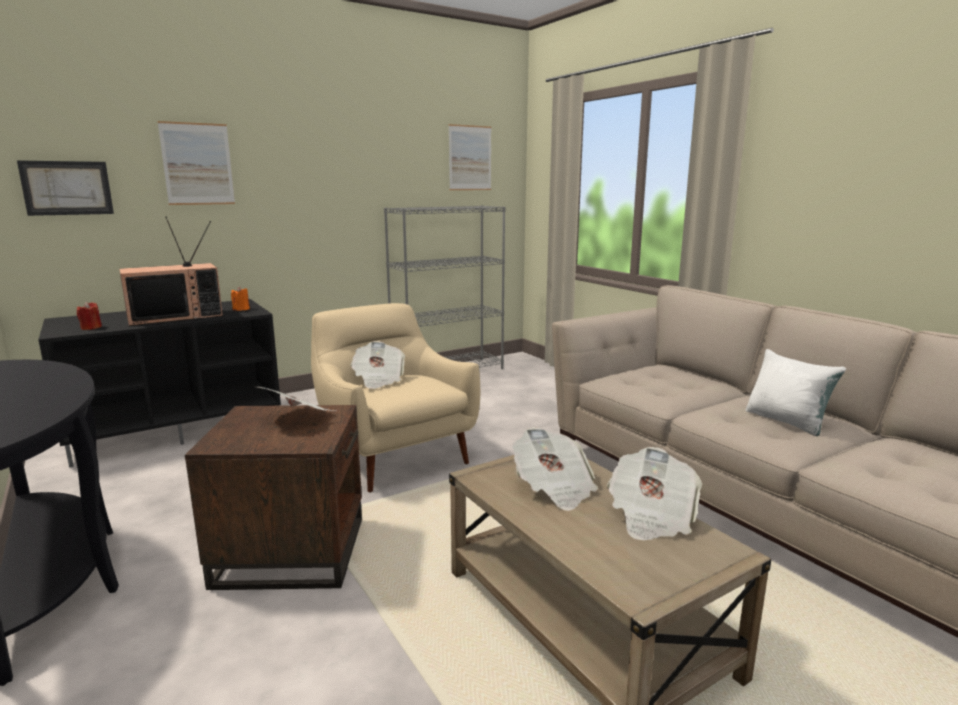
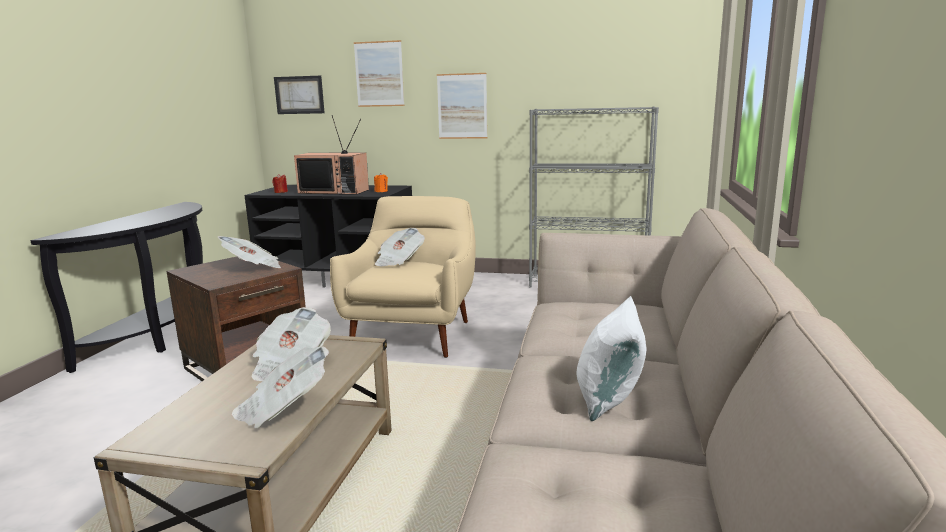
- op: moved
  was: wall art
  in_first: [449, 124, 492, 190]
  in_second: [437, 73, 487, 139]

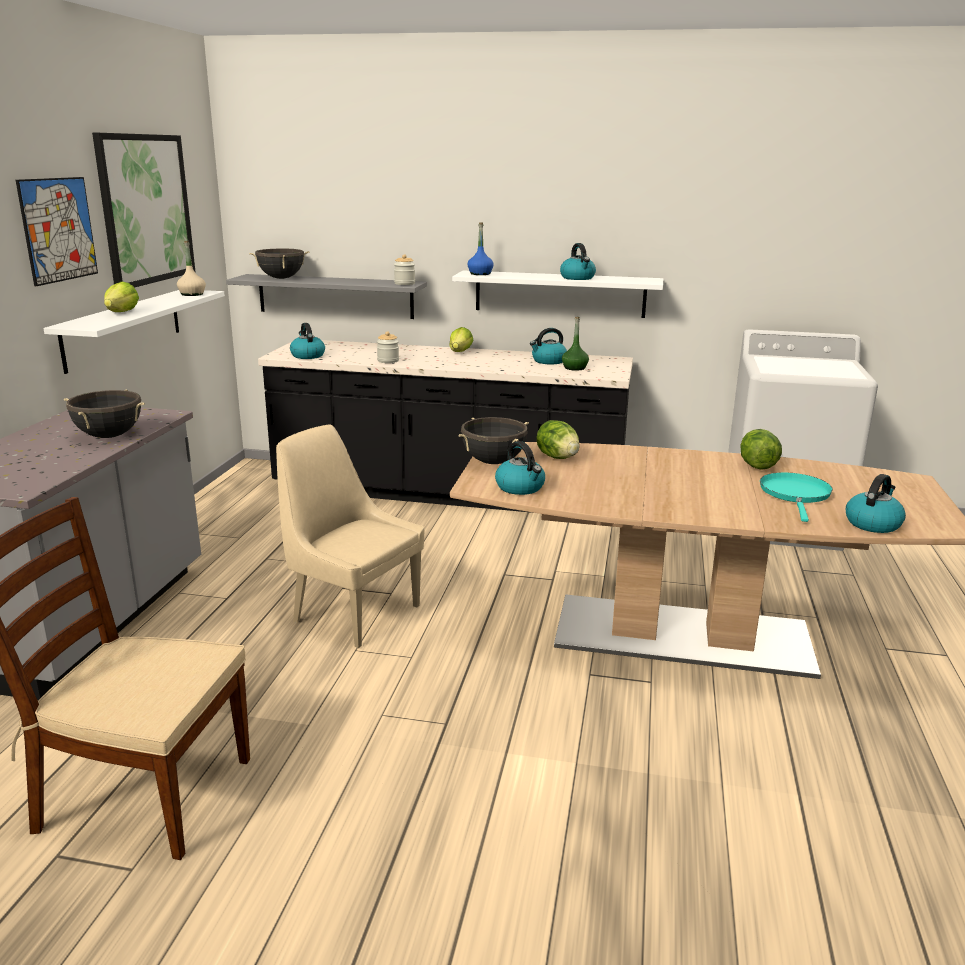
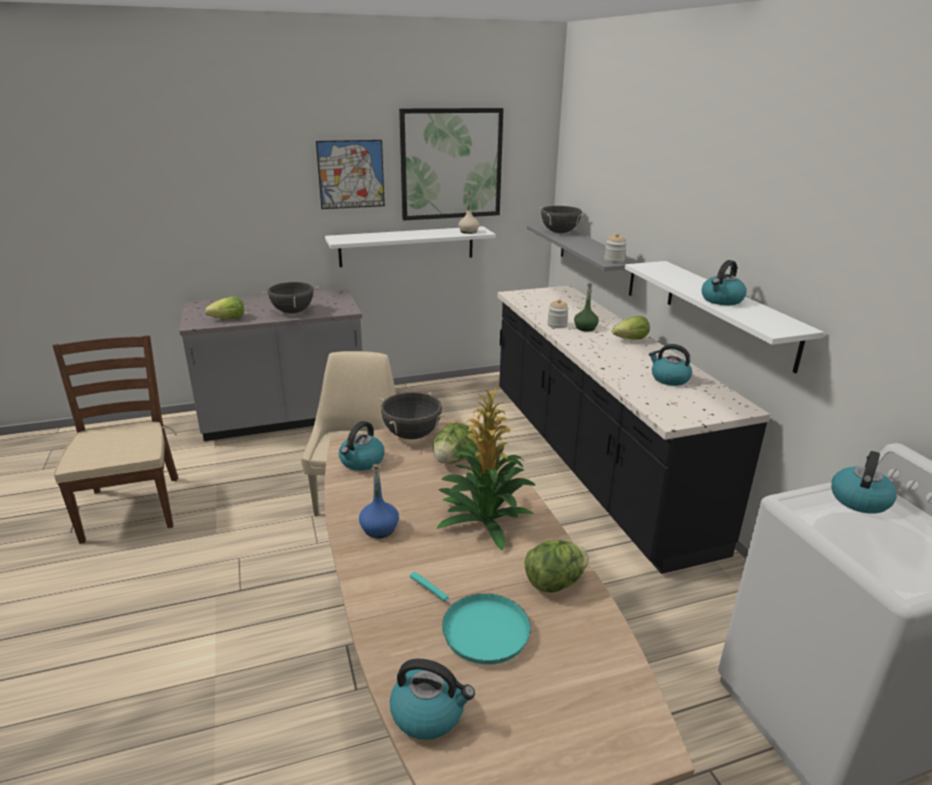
- op: moved
  was: lettuce head
  in_first: [104, 282, 139, 312]
  in_second: [205, 296, 244, 319]
- op: moved
  was: blue beverage bottle
  in_first: [467, 222, 494, 275]
  in_second: [359, 464, 399, 538]
- op: turned
  was: blue-green pan
  in_first: [760, 472, 833, 522]
  in_second: [410, 572, 531, 665]
  clockwise: 60
- op: added
  now: plant in a pot
  in_second: [436, 385, 535, 551]
- op: moved
  was: green-coloured beverage bottle
  in_first: [562, 317, 589, 371]
  in_second: [574, 283, 599, 331]
- op: moved
  was: tea kettle
  in_first: [290, 323, 325, 359]
  in_second: [831, 451, 897, 514]

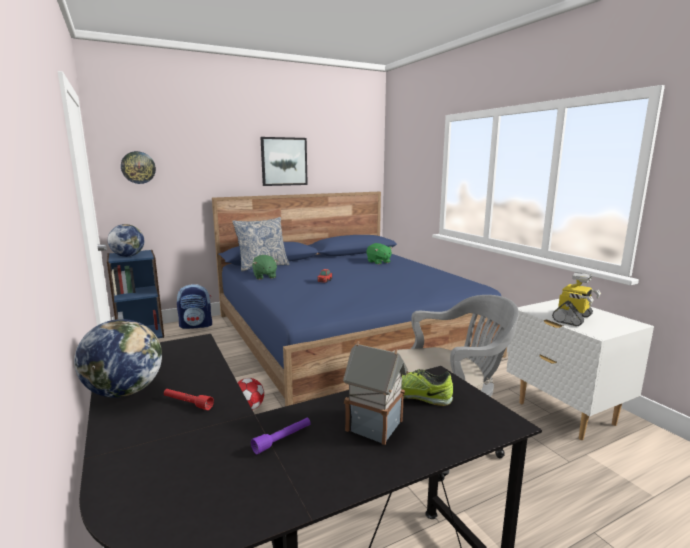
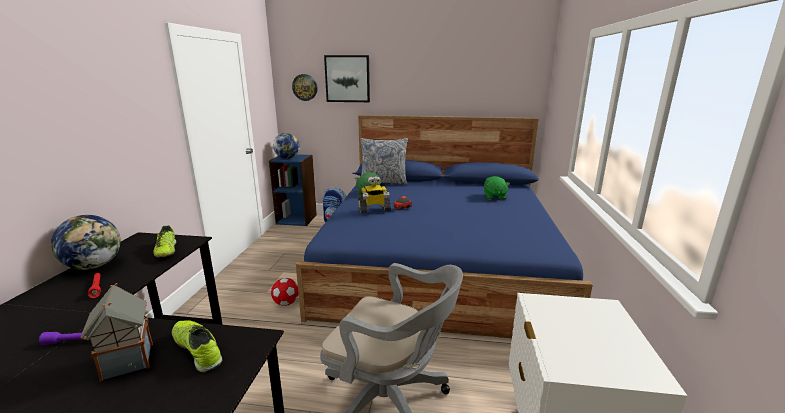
- op: added
  now: low shoe
  in_second: [153, 225, 176, 257]
- op: moved
  was: wall art
  in_first: [260, 137, 308, 186]
  in_second: [324, 55, 370, 102]
- op: moved
  was: model robot
  in_first: [552, 272, 601, 326]
  in_second: [358, 176, 391, 213]

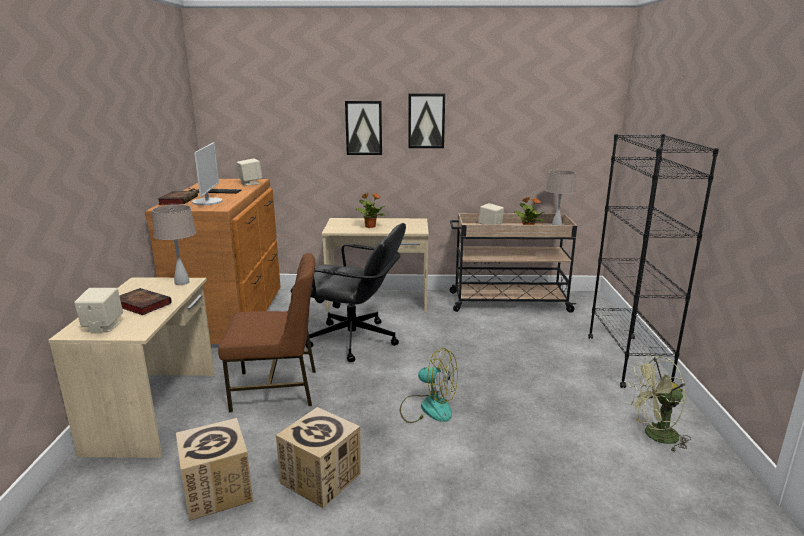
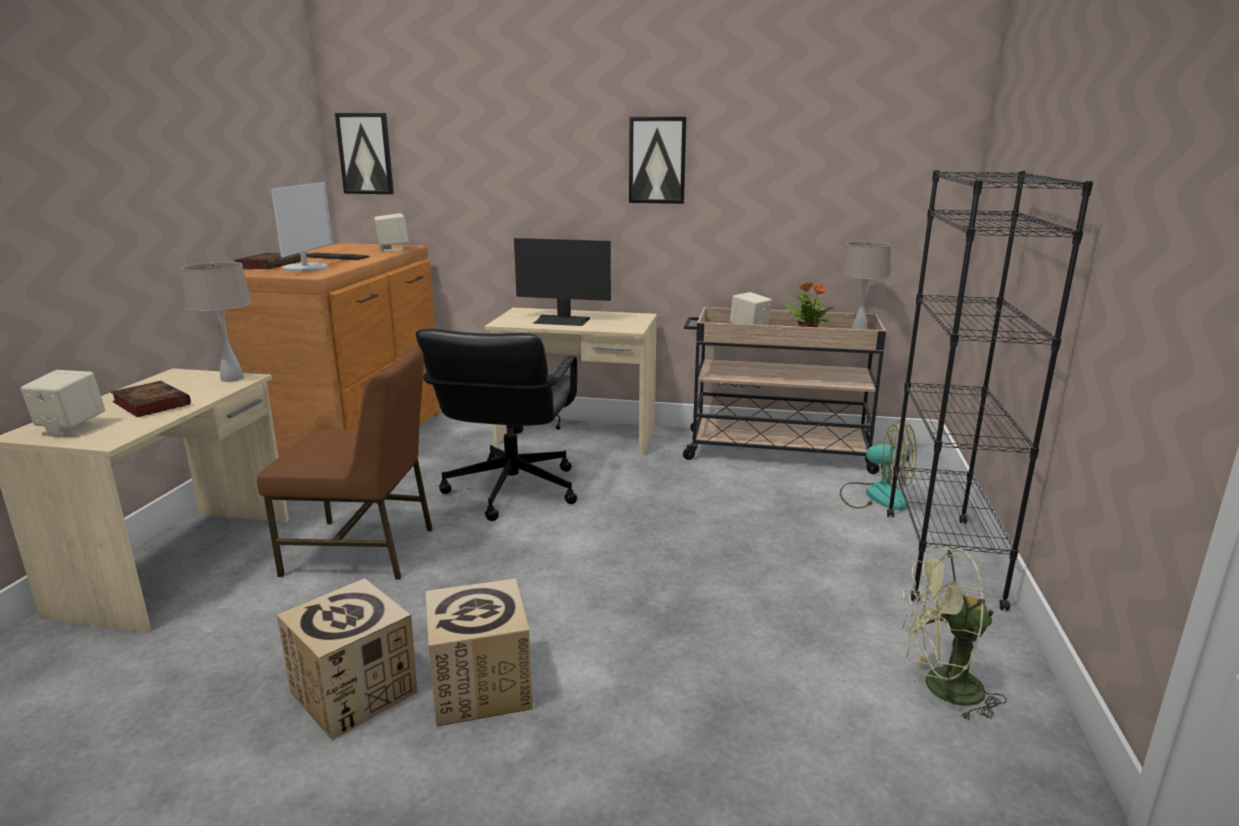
- op: moved
  was: wall art
  in_first: [345, 101, 382, 155]
  in_second: [335, 113, 394, 194]
- op: turned
  was: black office chair
  in_first: [291, 223, 406, 362]
  in_second: [416, 329, 577, 521]
  clockwise: 75
- op: moved
  was: cardboard box
  in_first: [176, 418, 253, 521]
  in_second: [426, 578, 533, 727]
- op: replaced
  was: plant in a pot
  now: monitor
  in_first: [355, 193, 385, 228]
  in_second: [514, 238, 611, 326]
- op: moved
  was: electric fan
  in_first: [400, 348, 458, 423]
  in_second: [840, 421, 916, 510]

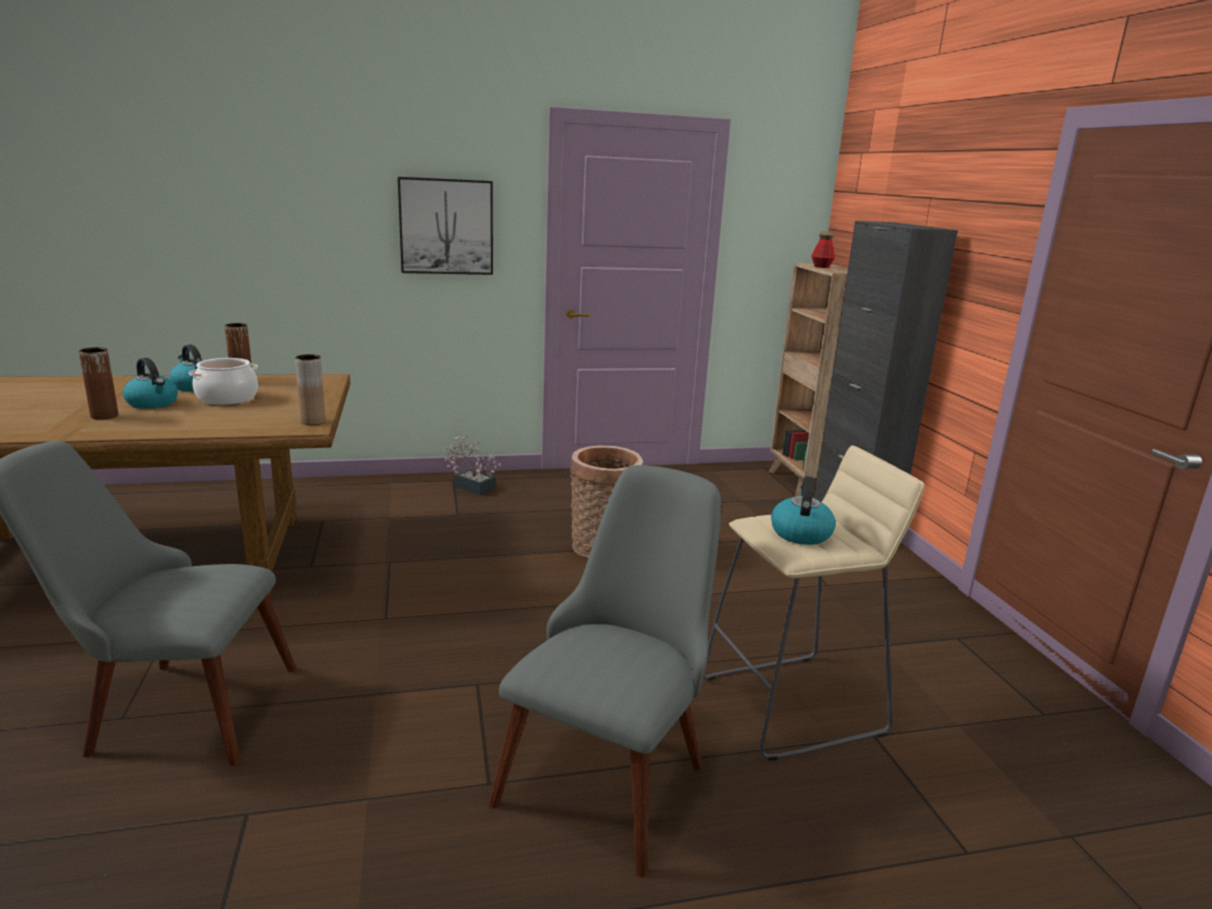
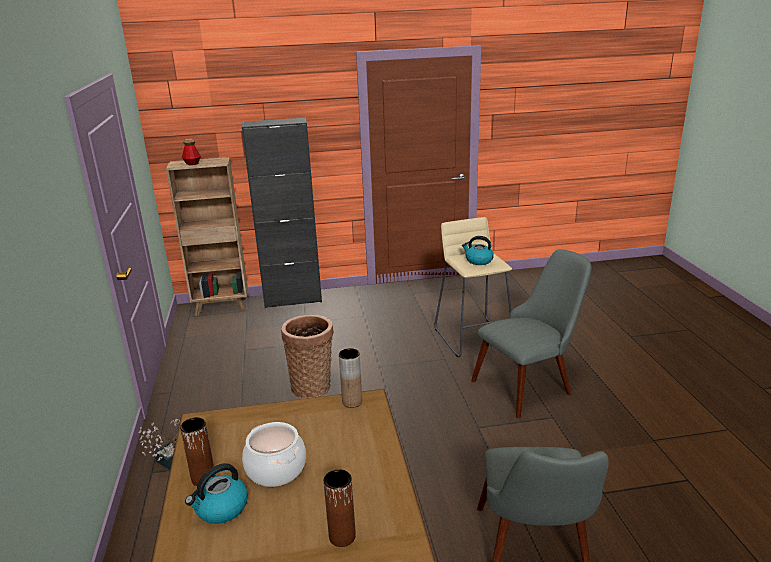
- op: turned
  was: greyish chair
  in_first: [488, 465, 721, 878]
  in_second: [471, 249, 592, 418]
  clockwise: 120
- op: removed
  was: tea kettle
  in_first: [123, 358, 178, 408]
- op: removed
  was: wall art
  in_first: [398, 177, 493, 275]

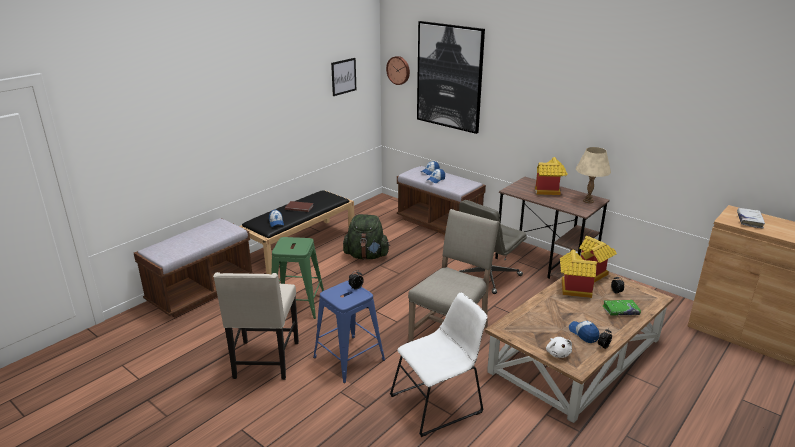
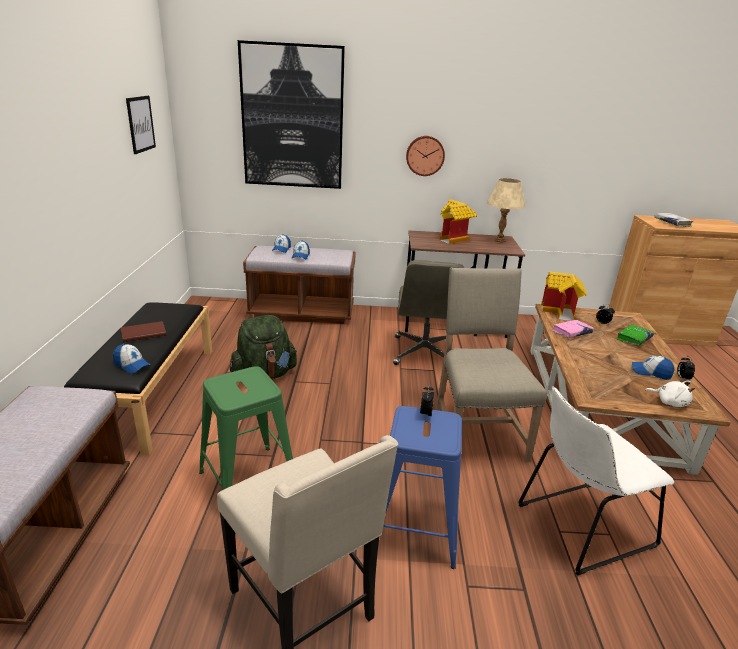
- op: moved
  was: hanging clock
  in_first: [386, 56, 410, 85]
  in_second: [406, 136, 445, 176]
- op: turned
  was: white chair
  in_first: [390, 293, 488, 437]
  in_second: [518, 387, 674, 576]
  clockwise: -135
- op: replaced
  was: toy house
  now: pinkish volume
  in_first: [560, 249, 597, 298]
  in_second: [552, 320, 594, 338]

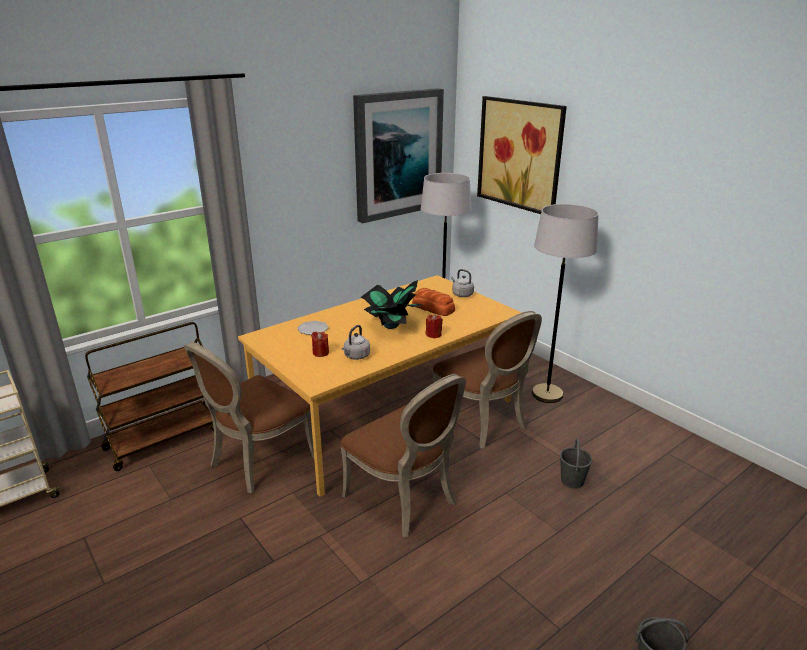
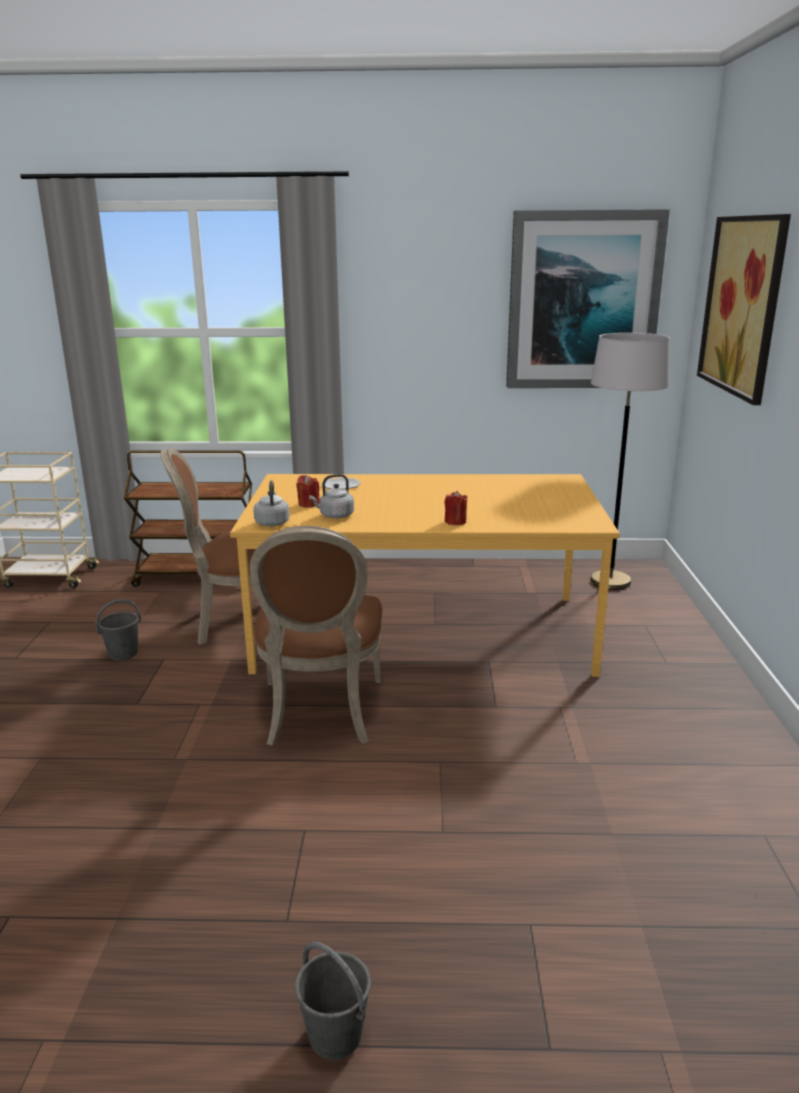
- op: moved
  was: greyish bucket
  in_first: [560, 439, 593, 489]
  in_second: [95, 599, 141, 660]
- op: moved
  was: greyish tea kettle
  in_first: [451, 269, 474, 297]
  in_second: [253, 480, 290, 526]
- op: removed
  was: plant in a pot
  in_first: [360, 280, 422, 329]
- op: removed
  was: bread
  in_first: [412, 288, 455, 316]
- op: removed
  was: brown-coloured chair
  in_first: [433, 311, 542, 449]
- op: removed
  was: greyish standing lamp
  in_first: [532, 204, 599, 403]

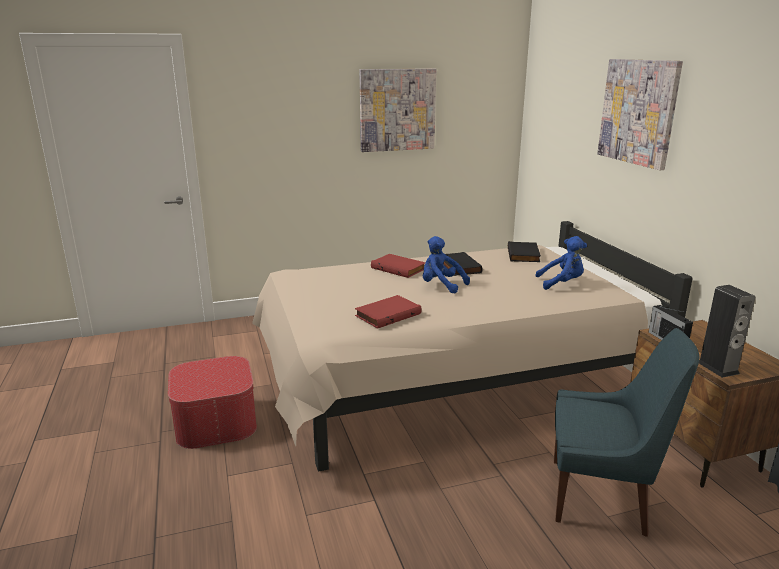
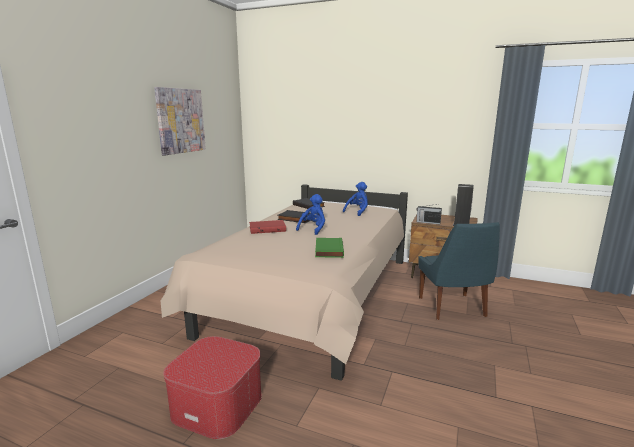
- op: turned
  was: blue cuddly toy
  in_first: [423, 236, 470, 293]
  in_second: [296, 194, 325, 235]
  clockwise: 135
- op: recoloured
  was: red-coloured volume
  now: green-coloured volume
  in_first: [355, 295, 421, 329]
  in_second: [315, 238, 344, 258]
- op: turned
  was: blue chair
  in_first: [554, 328, 699, 537]
  in_second: [418, 222, 500, 320]
  clockwise: 120
- op: removed
  was: wall art
  in_first: [597, 59, 683, 170]

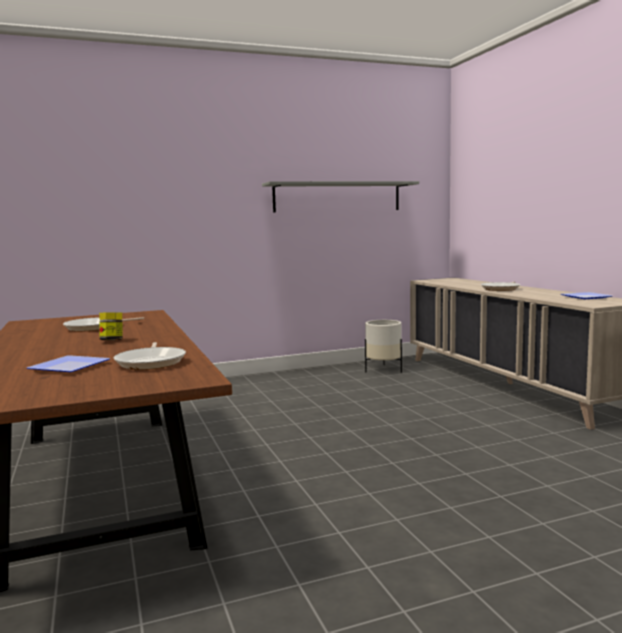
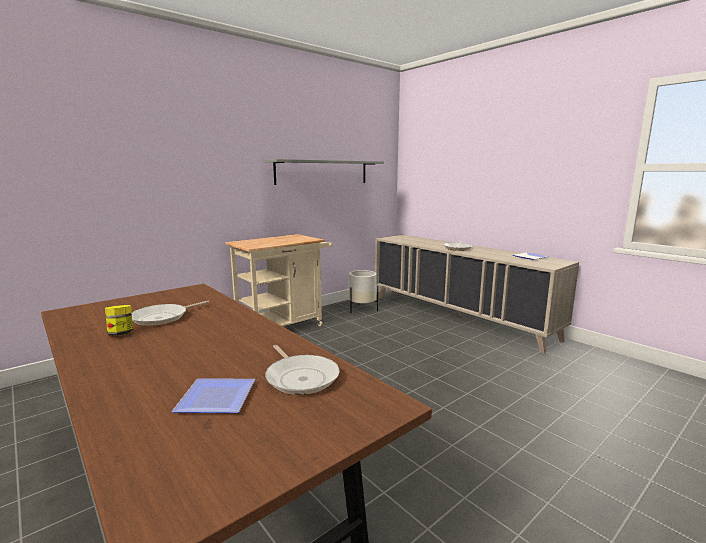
- op: moved
  was: storage jar
  in_first: [99, 312, 123, 340]
  in_second: [105, 305, 133, 336]
- op: added
  now: beige trolley
  in_second: [225, 234, 332, 326]

